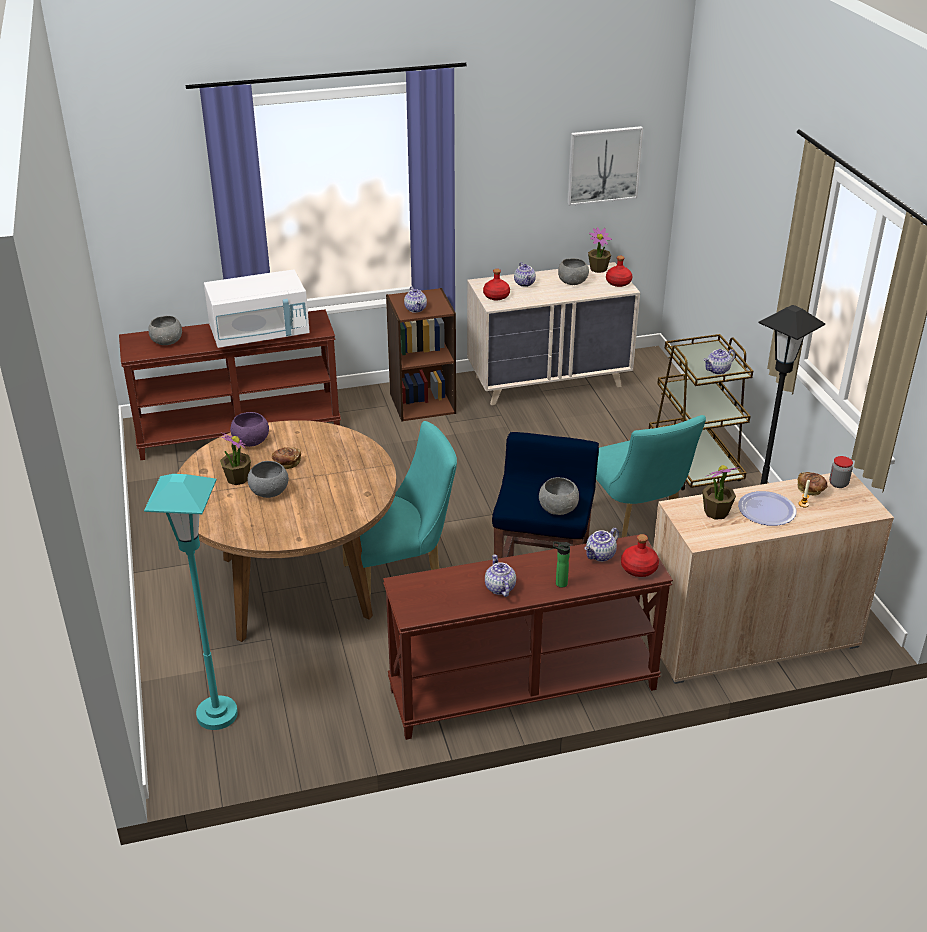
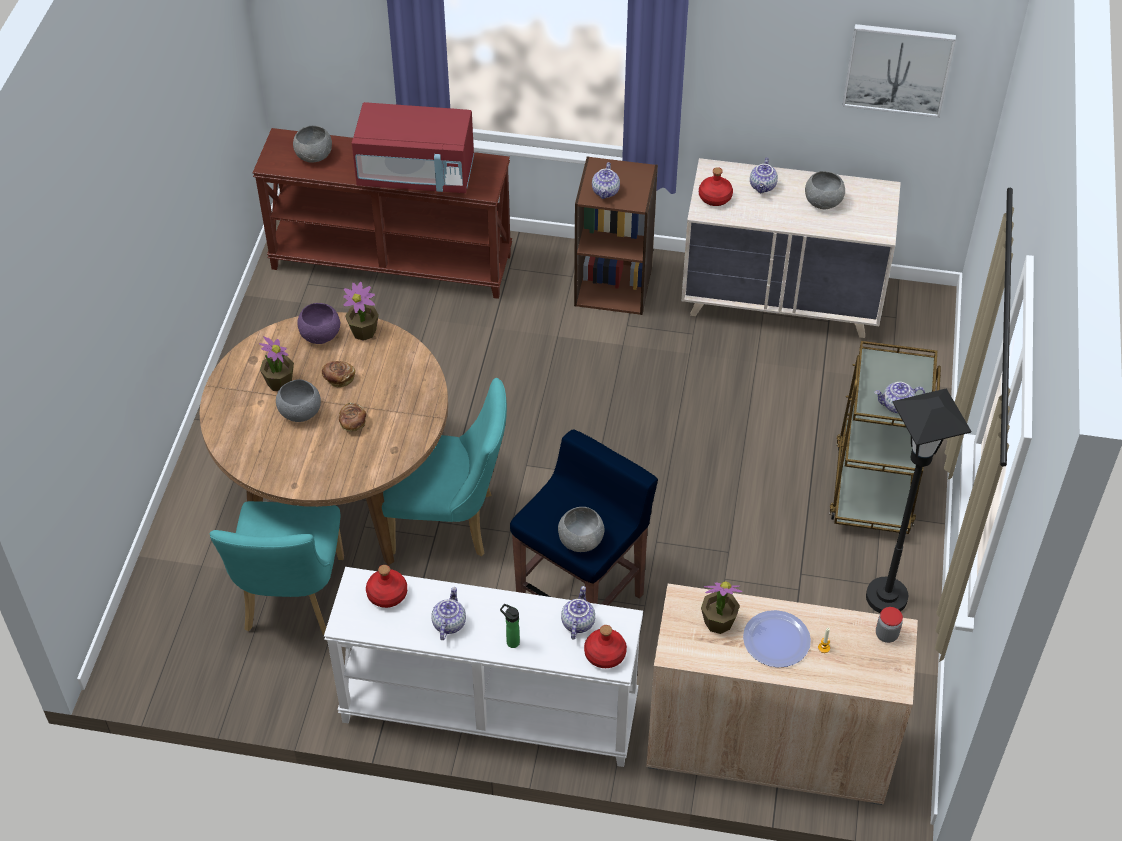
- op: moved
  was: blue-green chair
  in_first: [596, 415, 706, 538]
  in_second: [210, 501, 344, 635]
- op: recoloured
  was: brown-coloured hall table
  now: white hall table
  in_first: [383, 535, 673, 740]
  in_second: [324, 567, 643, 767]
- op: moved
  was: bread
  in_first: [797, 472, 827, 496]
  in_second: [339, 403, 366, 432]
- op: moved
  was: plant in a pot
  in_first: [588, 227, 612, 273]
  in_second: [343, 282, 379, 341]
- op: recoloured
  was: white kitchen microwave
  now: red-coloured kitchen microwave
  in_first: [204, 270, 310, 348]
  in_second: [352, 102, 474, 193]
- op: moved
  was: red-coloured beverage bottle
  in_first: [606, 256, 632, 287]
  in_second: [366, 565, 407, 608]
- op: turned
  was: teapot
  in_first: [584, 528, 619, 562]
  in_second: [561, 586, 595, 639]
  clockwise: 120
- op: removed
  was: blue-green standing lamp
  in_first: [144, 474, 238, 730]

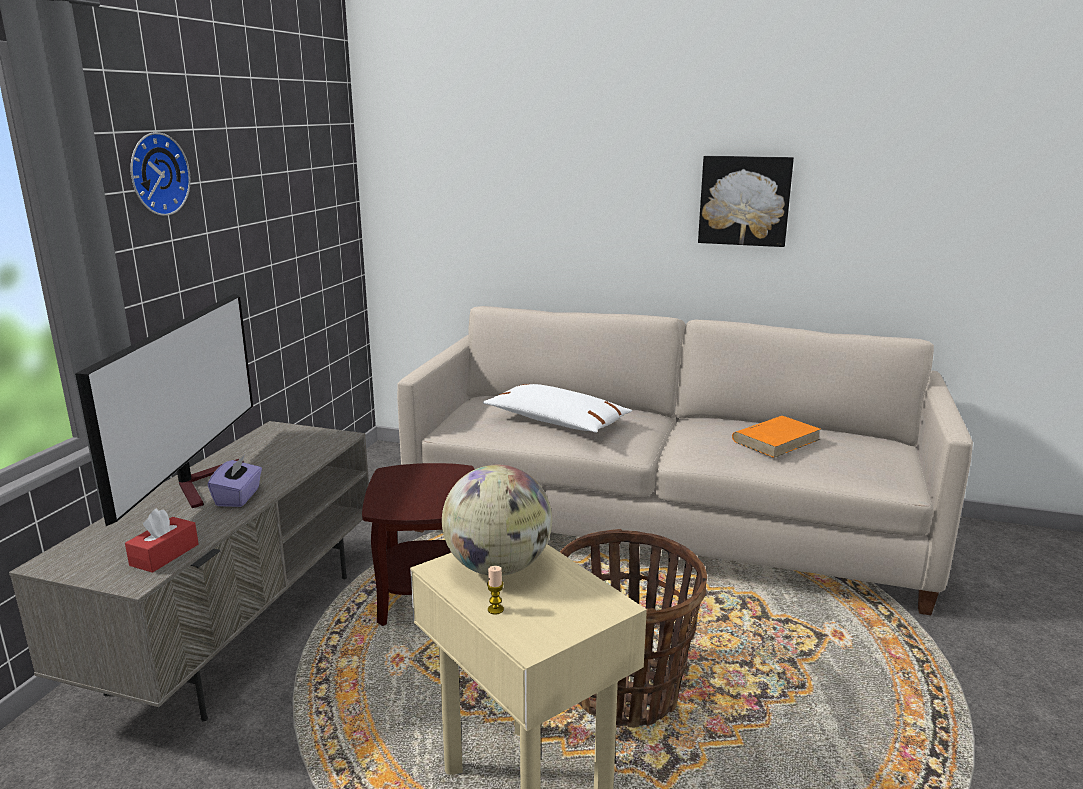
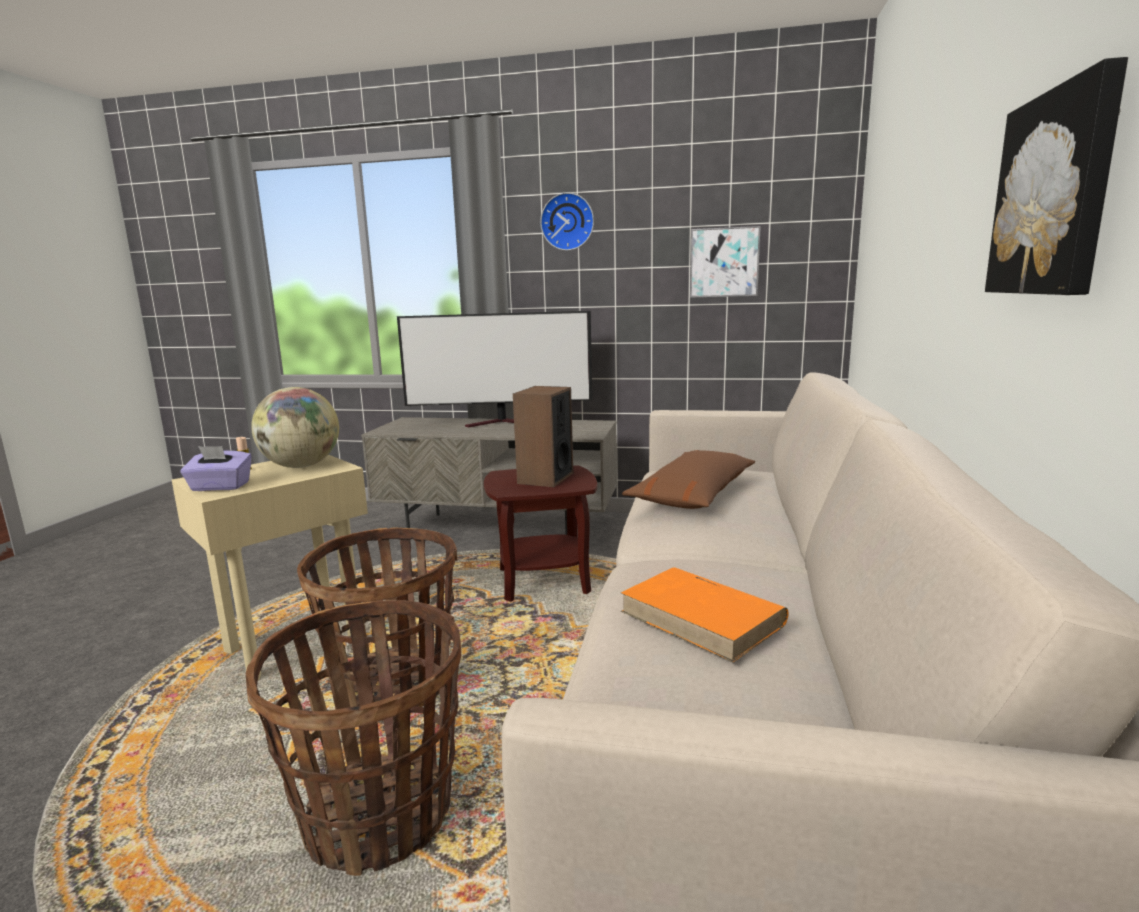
- op: moved
  was: purplish box of tissues
  in_first: [208, 455, 262, 507]
  in_second: [180, 446, 252, 491]
- op: added
  now: basket
  in_second: [246, 600, 461, 876]
- op: added
  now: loudspeaker
  in_second: [513, 386, 573, 487]
- op: recoloured
  was: white cushion
  now: brown-coloured cushion
  in_first: [483, 384, 632, 433]
  in_second: [622, 450, 755, 509]
- op: added
  now: wall art
  in_second: [690, 226, 761, 298]
- op: removed
  was: red-coloured box of tissues
  in_first: [125, 508, 199, 573]

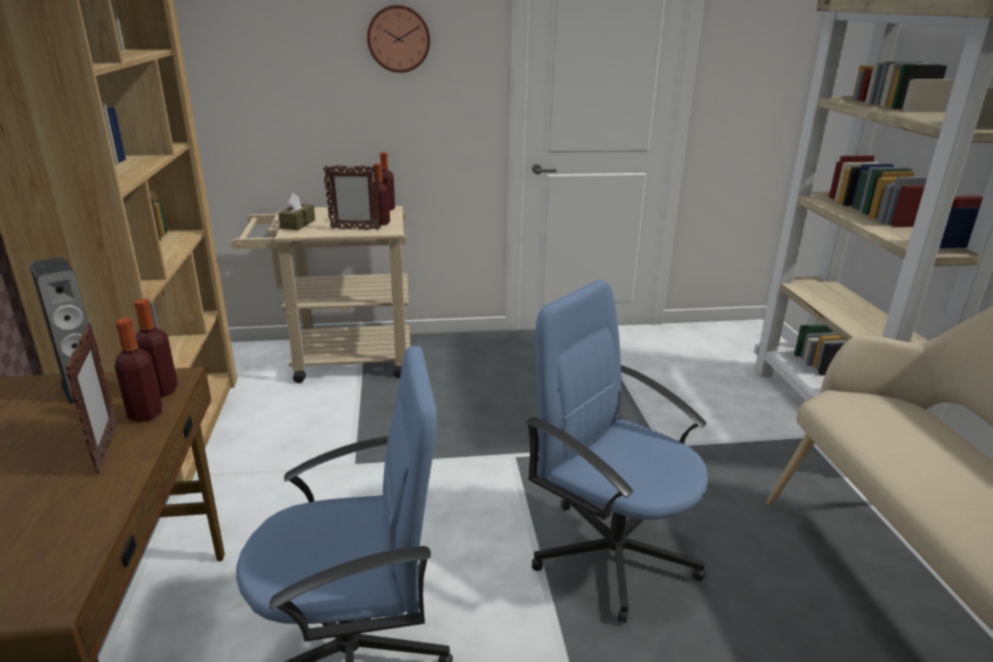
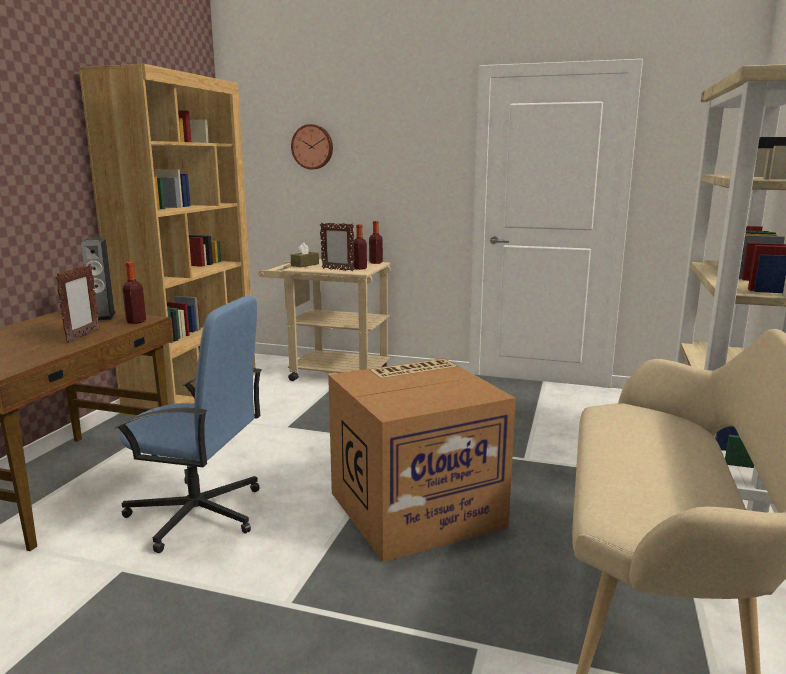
- op: moved
  was: hanging clock
  in_first: [367, 5, 430, 73]
  in_second: [291, 124, 333, 169]
- op: replaced
  was: blue office chair
  now: cardboard box
  in_first: [526, 280, 708, 623]
  in_second: [328, 358, 516, 562]
- op: removed
  was: beverage bottle
  in_first: [115, 318, 163, 422]

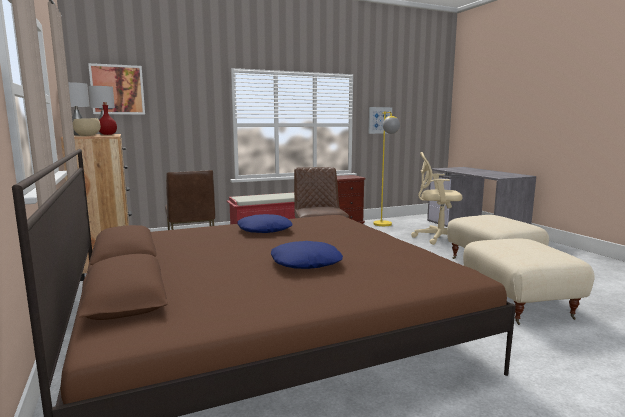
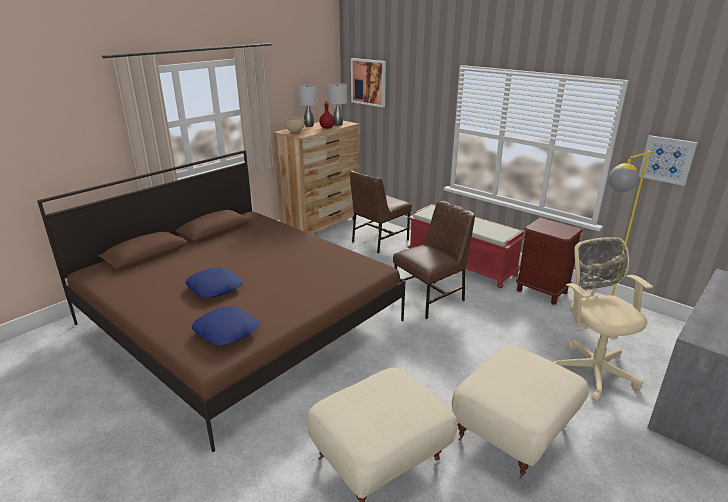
- op: moved
  was: blue cushion
  in_first: [237, 214, 292, 233]
  in_second: [192, 307, 259, 345]

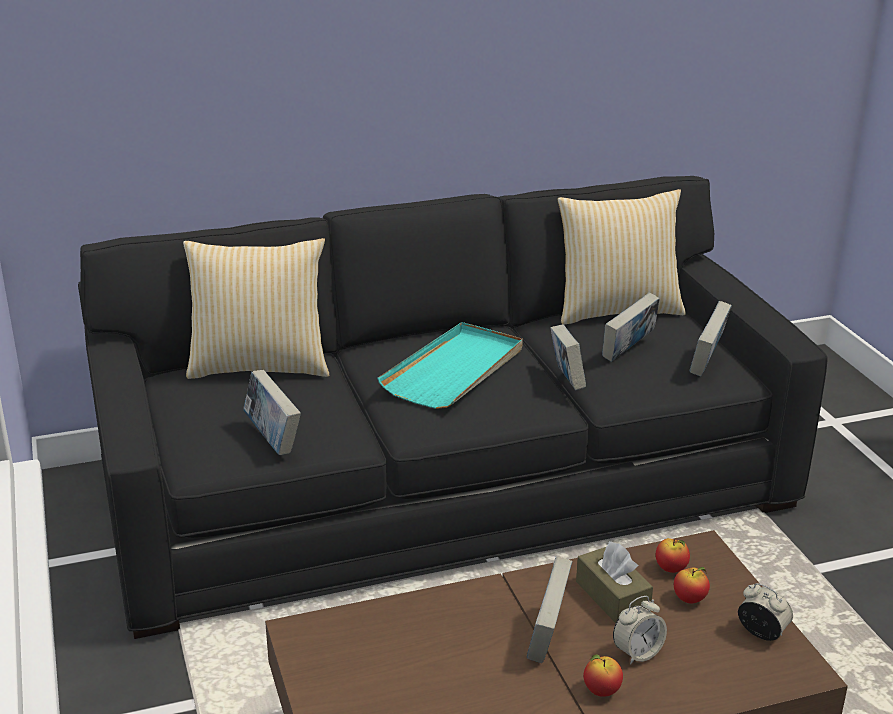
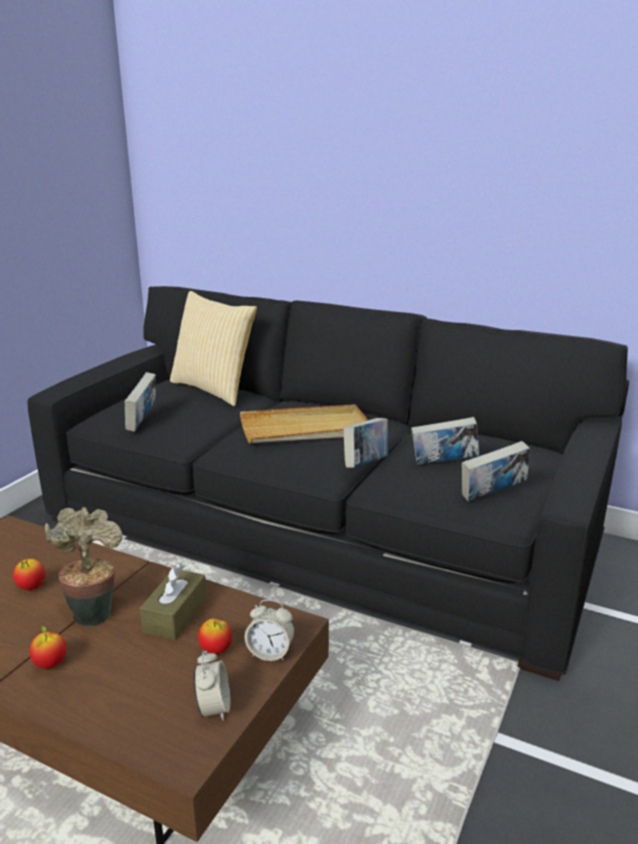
- op: moved
  was: whole apple
  in_first: [656, 538, 690, 573]
  in_second: [13, 559, 46, 590]
- op: replaced
  was: volume
  now: plant in a pot
  in_first: [527, 556, 573, 663]
  in_second: [44, 507, 123, 627]
- op: recoloured
  was: blue-green tray
  now: beige tray
  in_first: [377, 322, 523, 409]
  in_second: [240, 404, 368, 443]
- op: moved
  was: table clock
  in_first: [613, 596, 667, 665]
  in_second: [245, 600, 295, 661]
- op: removed
  was: cushion
  in_first: [558, 189, 686, 325]

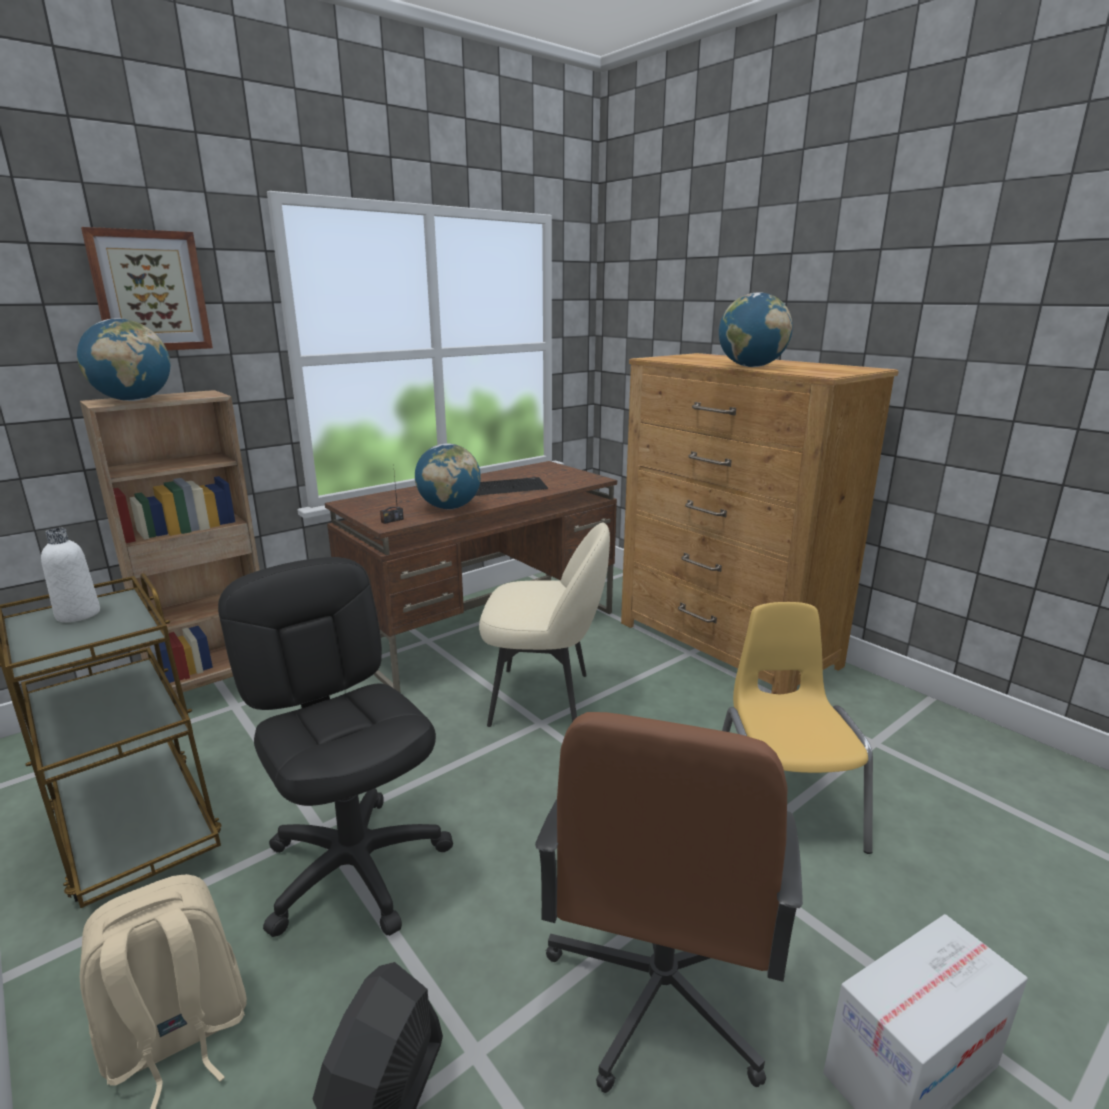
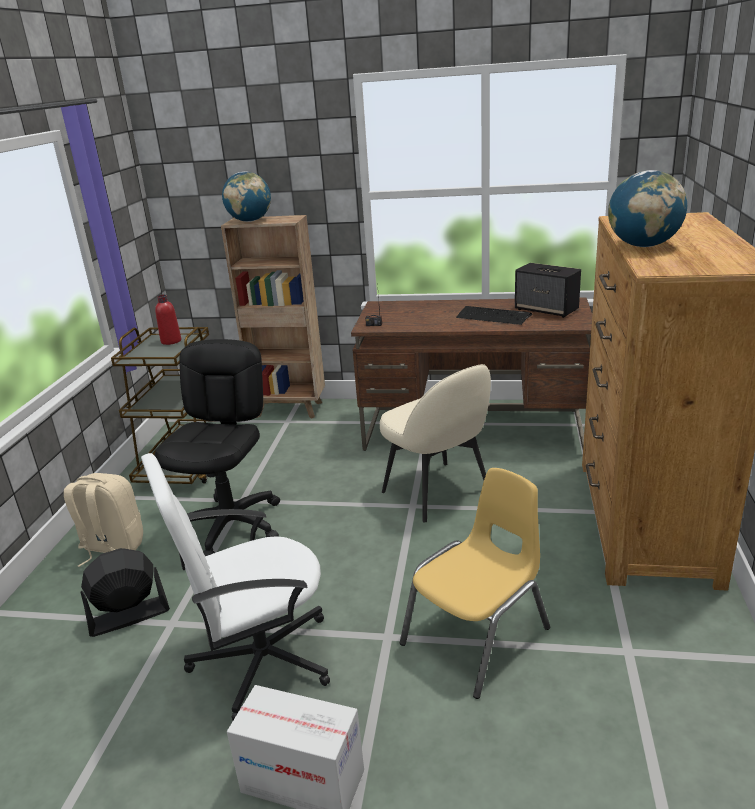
- op: recoloured
  was: brown-coloured office chair
  now: white office chair
  in_first: [535, 712, 803, 1093]
  in_second: [141, 453, 330, 720]
- op: recoloured
  was: white beverage bottle
  now: red-coloured beverage bottle
  in_first: [41, 528, 100, 622]
  in_second: [155, 295, 181, 345]
- op: added
  now: loudspeaker
  in_second: [515, 263, 581, 318]
- op: removed
  was: wall art
  in_first: [81, 227, 213, 350]
- op: removed
  was: desk globe
  in_first: [415, 443, 481, 509]

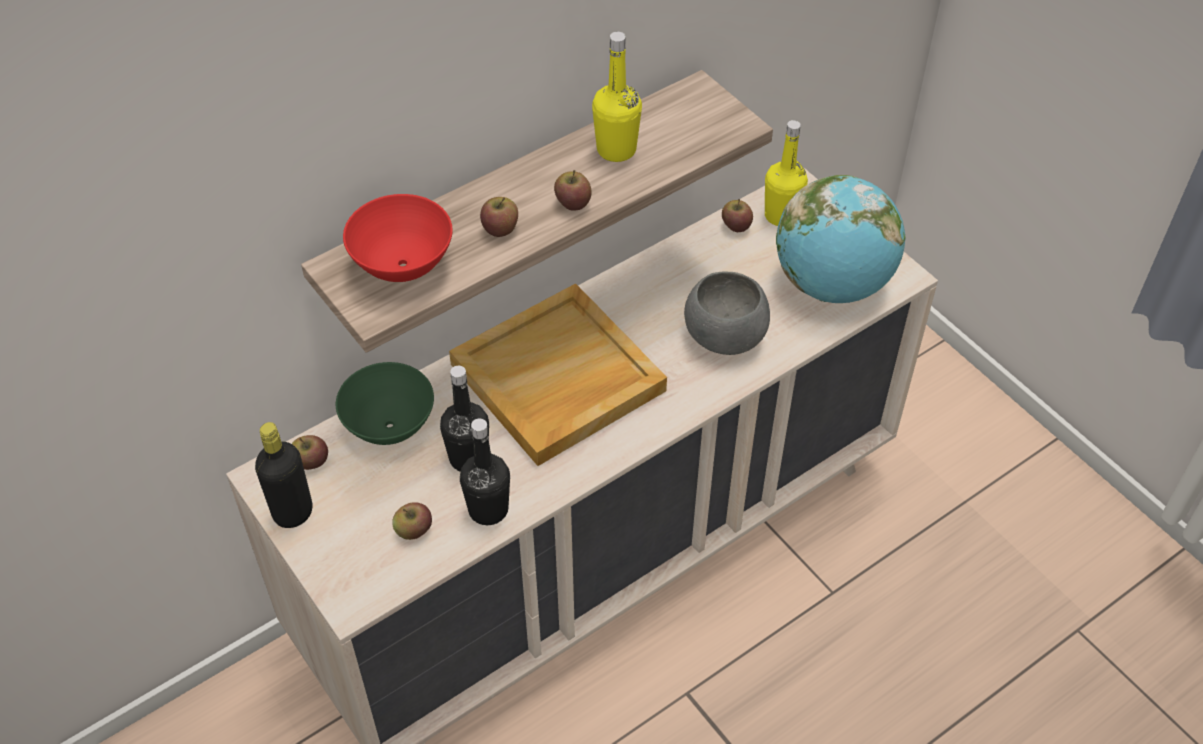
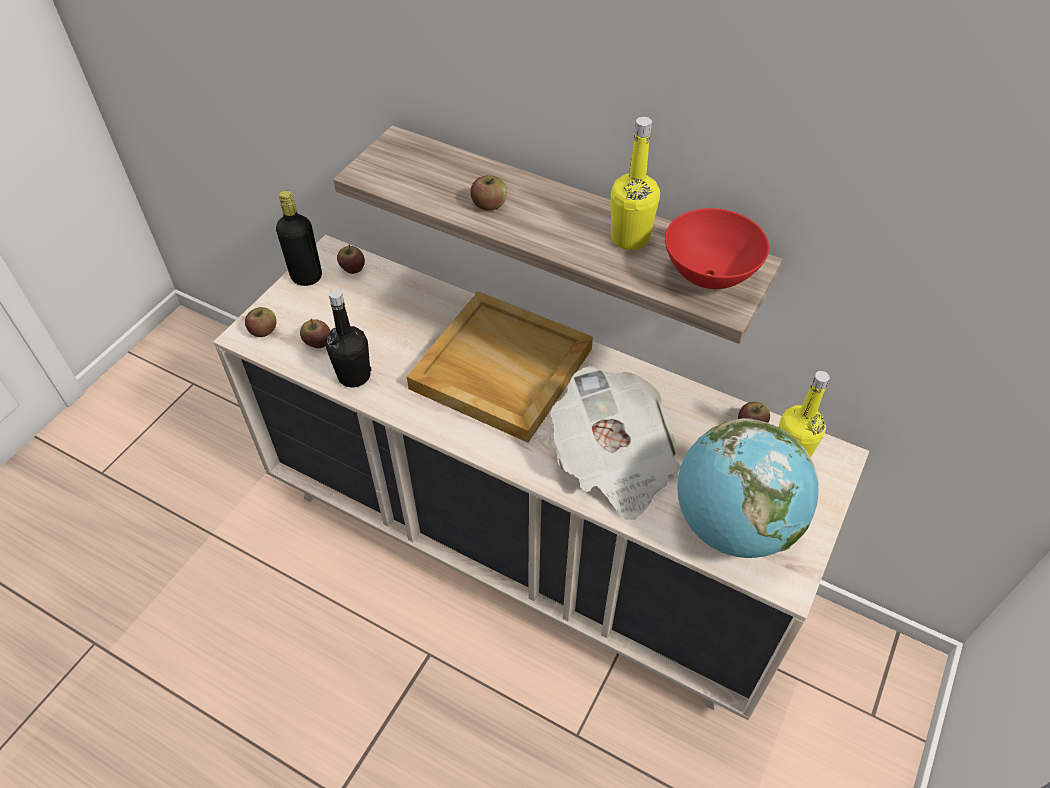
- op: moved
  was: whole apple
  in_first: [554, 170, 592, 211]
  in_second: [245, 307, 277, 337]
- op: replaced
  was: greyish deep dish
  now: newspaper
  in_first: [684, 271, 770, 355]
  in_second: [551, 366, 681, 520]
- op: moved
  was: red-coloured deep dish
  in_first: [343, 194, 453, 282]
  in_second: [665, 208, 769, 289]
- op: removed
  was: green-coloured deep dish
  in_first: [336, 362, 434, 445]
- op: removed
  was: black beverage bottle
  in_first: [440, 366, 489, 472]

